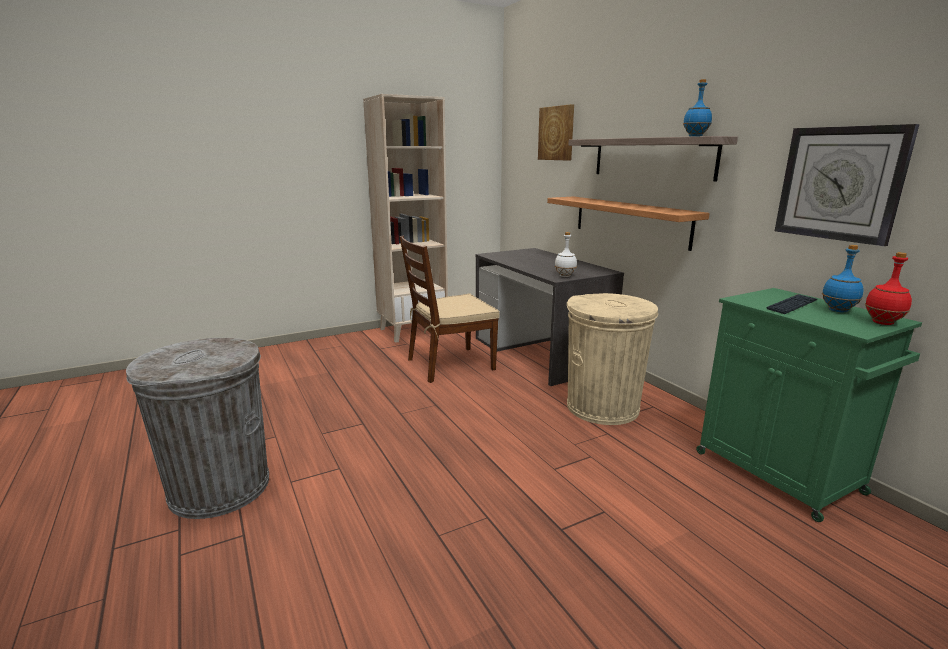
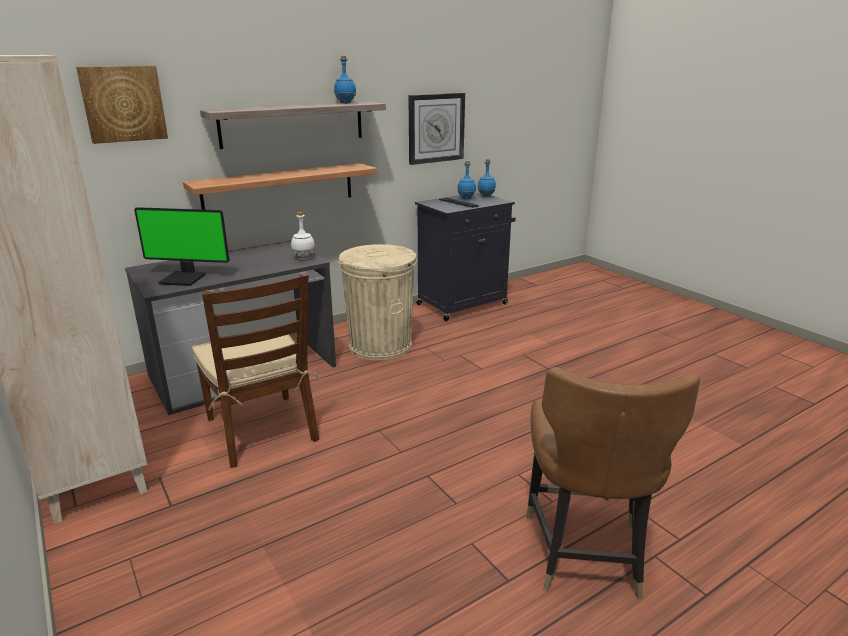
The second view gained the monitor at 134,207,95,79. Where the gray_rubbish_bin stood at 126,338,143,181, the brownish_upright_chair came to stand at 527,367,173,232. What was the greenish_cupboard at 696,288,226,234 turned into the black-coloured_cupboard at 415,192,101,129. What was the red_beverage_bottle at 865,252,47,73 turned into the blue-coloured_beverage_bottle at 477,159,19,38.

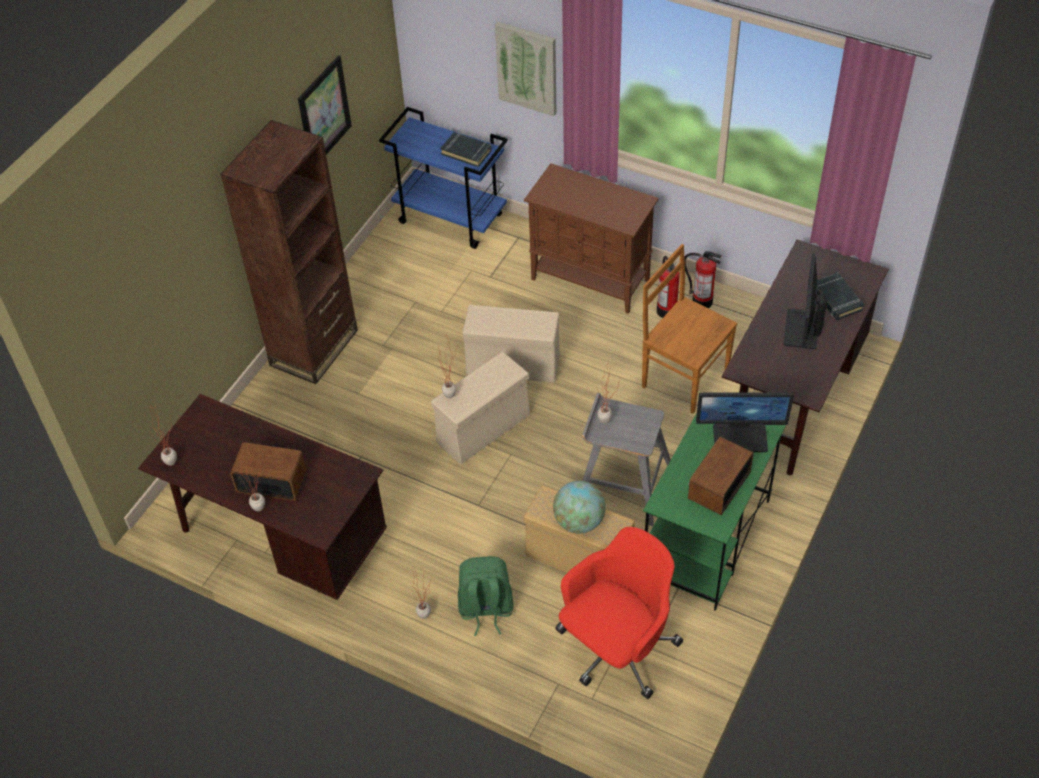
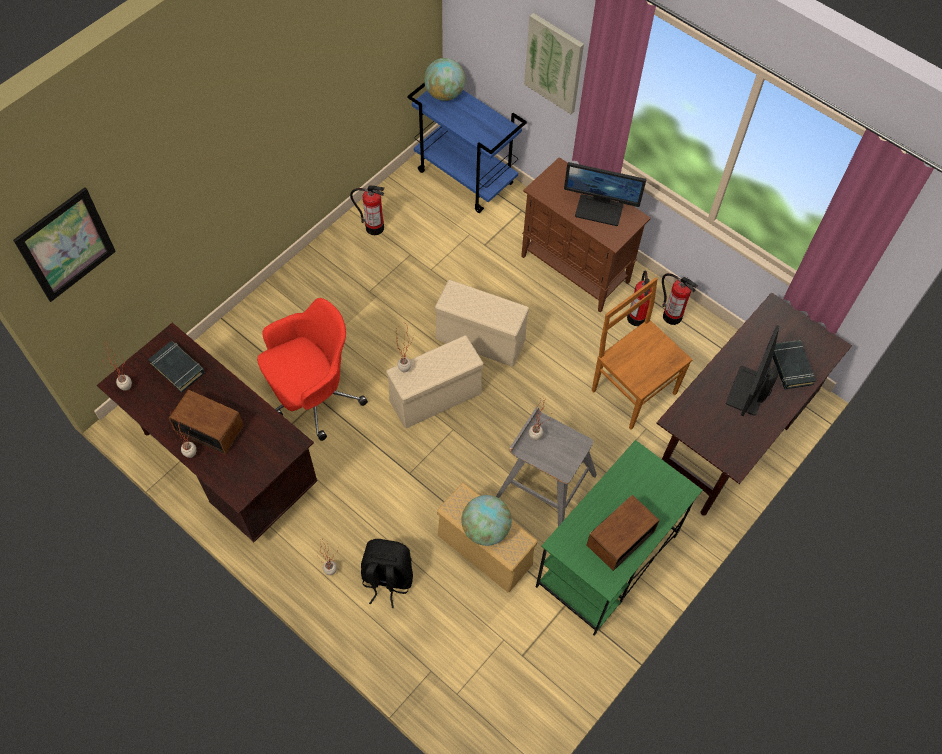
The second view lost the brownish_shelving_unit at 220,120,138,264. The second view gained the fire_extinguisher at 350,185,34,50. The second view gained the globe at 424,58,41,43. The wall_picture ended up elsewhere, having gone from 298,55,54,100 to 13,187,103,115. The black-coloured_volume ended up elsewhere, having gone from 440,132,52,35 to 148,341,57,52. The red_office_chair ended up elsewhere, having gone from 555,527,128,172 to 257,298,111,143. The monitor ended up elsewhere, having gone from 696,392,98,60 to 564,162,82,64. What was the greenish_knapsack at 458,556,56,80 turned into the black-coloured_knapsack at 361,539,52,69.

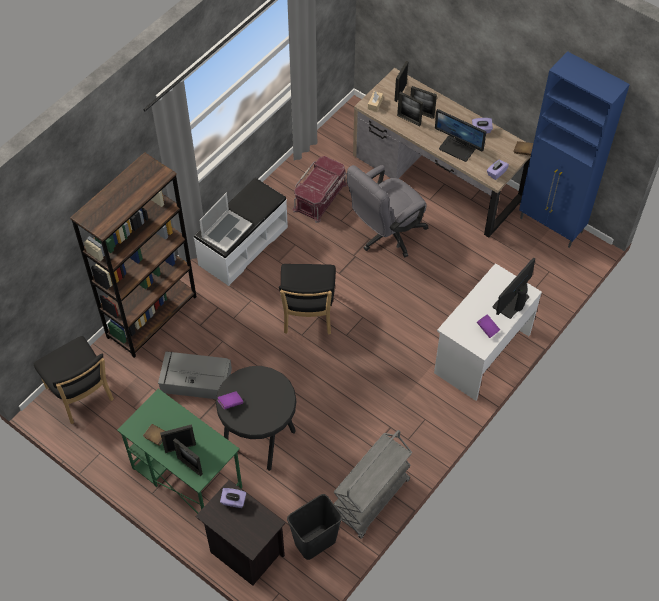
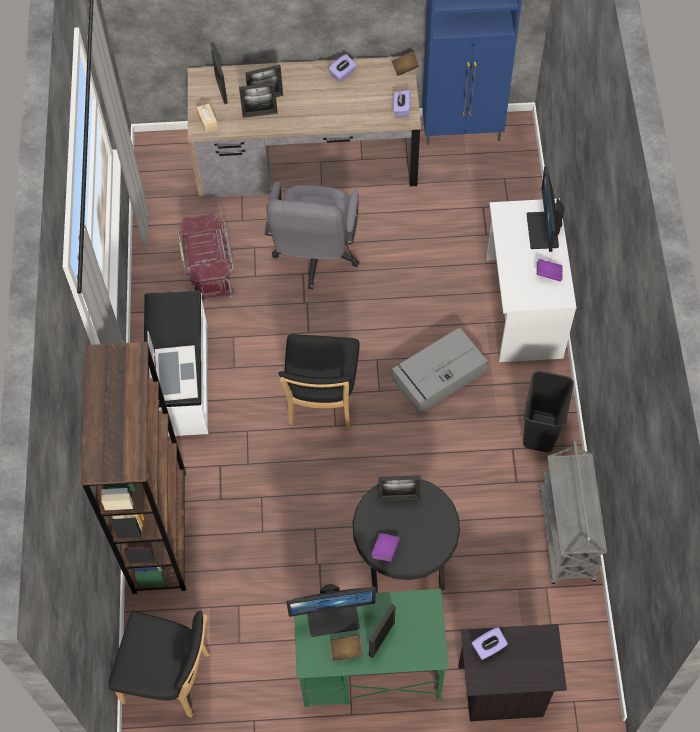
The gray_storage_container ended up elsewhere, having gone from 158,351,74,48 to 392,328,96,86. The standing_frame ended up elsewhere, having gone from 173,438,30,39 to 378,475,43,26. The black-coloured_rubbish_bin ended up elsewhere, having gone from 287,494,55,66 to 523,371,51,81. The monitor ended up elsewhere, having gone from 435,109,51,53 to 286,584,90,53. The black-coloured_upright_chair at 279,264,57,71 ended up facing another way, 45 degrees clockwise from before.

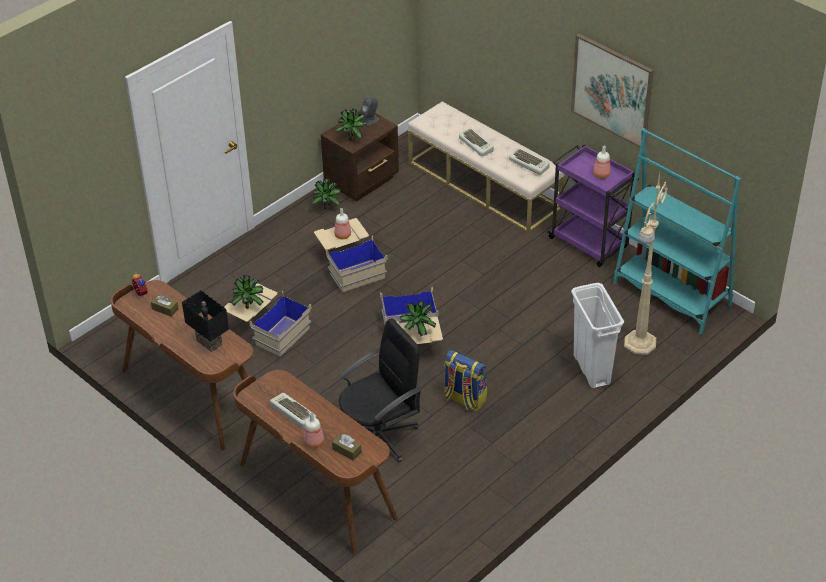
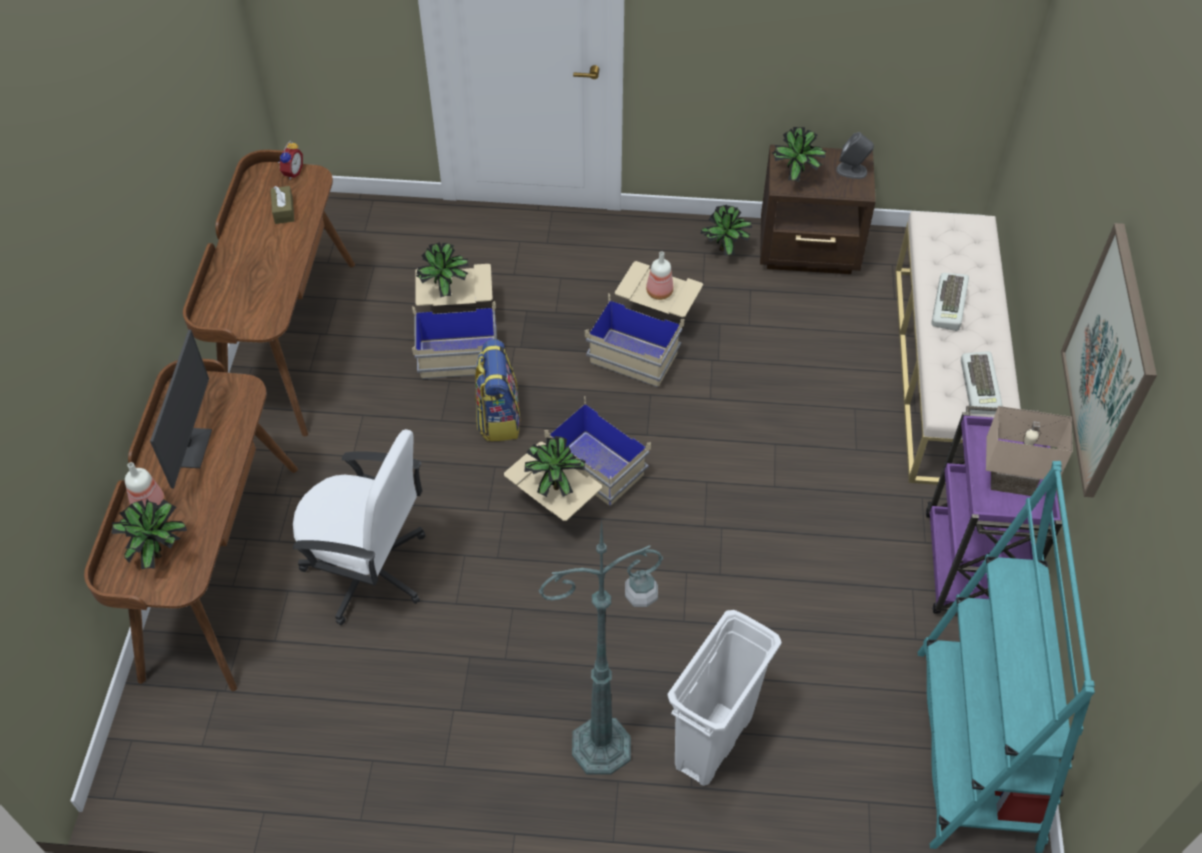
The second view lost the black-coloured_tabletop_lamp at 182,290,47,62. The second view lost the sand-coloured_standing_lamp at 624,173,44,182. The second view gained the greenish_standing_lamp at 539,518,124,257. The knapsack ended up elsewhere, having gone from 444,350,43,62 to 475,339,46,103. Where the keyboard stood at 270,393,46,36, the monitor came to stand at 150,330,62,158. Where the brownish_tissue_holder stood at 332,434,30,27, the potted_plant came to stand at 111,499,76,70. Where the beverage_bottle stood at 593,146,18,33, the sand-coloured_tabletop_lamp came to stand at 986,406,87,90. What was the black-coloured_office_chair at 339,318,83,144 turned into the white-coloured_office_chair at 293,429,132,196.

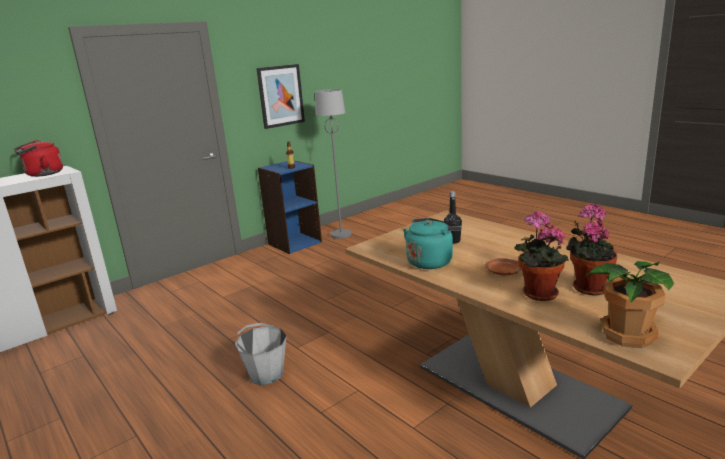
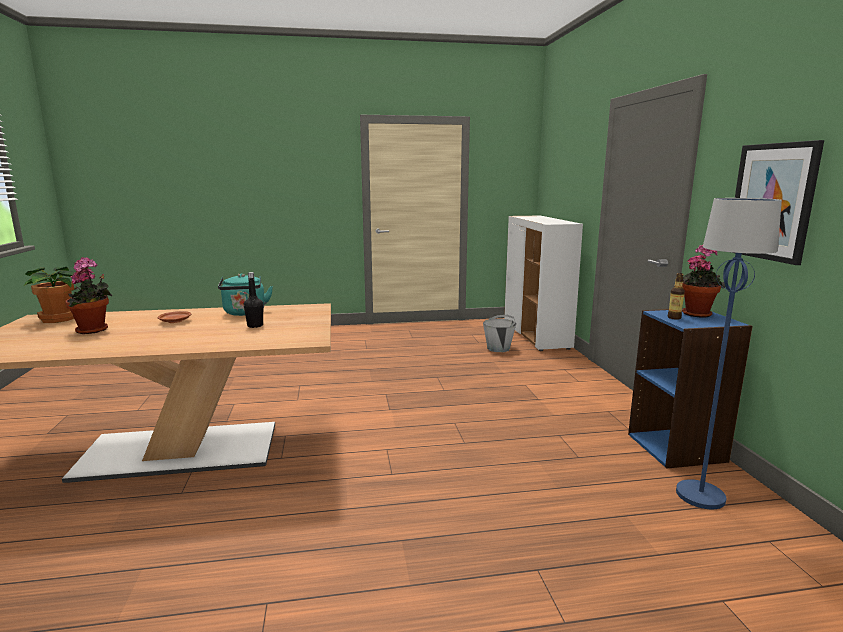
The second view lost the red_water_kettle at 14,140,49,37. The gray_water_bucket ended up elsewhere, having gone from 235,323,52,62 to 483,315,33,37. The potted_plant ended up elsewhere, having gone from 514,211,55,90 to 682,245,43,73. What was the gray_standing_lamp at 315,89,37,150 turned into the blue-coloured_standing_lamp at 676,198,106,311.

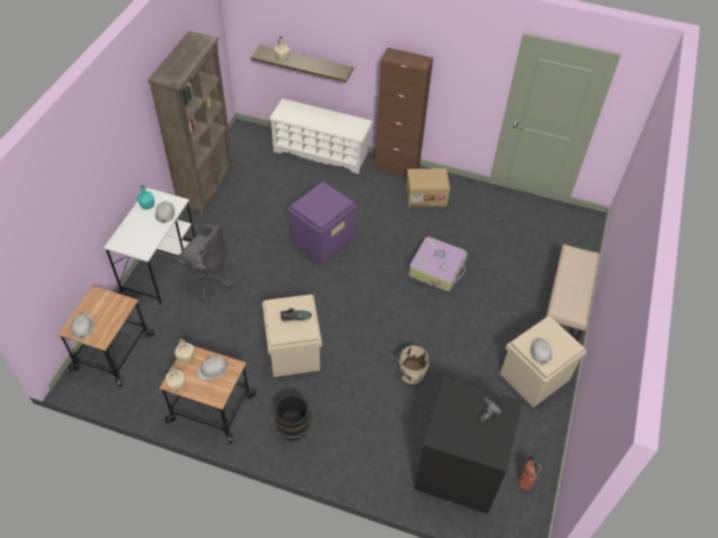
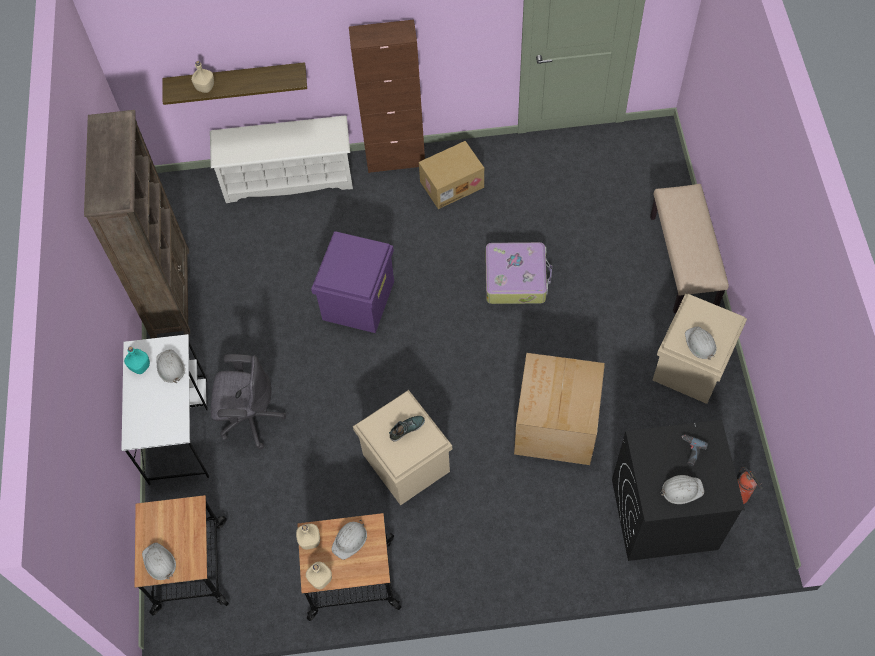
The second view lost the black-coloured_water_bucket at 271,394,44,47. The second view gained the white-coloured_work_helmet at 661,475,43,29. Where the sand-coloured_water_bucket stood at 396,345,33,39, the cardboard_box came to stand at 514,353,91,112.

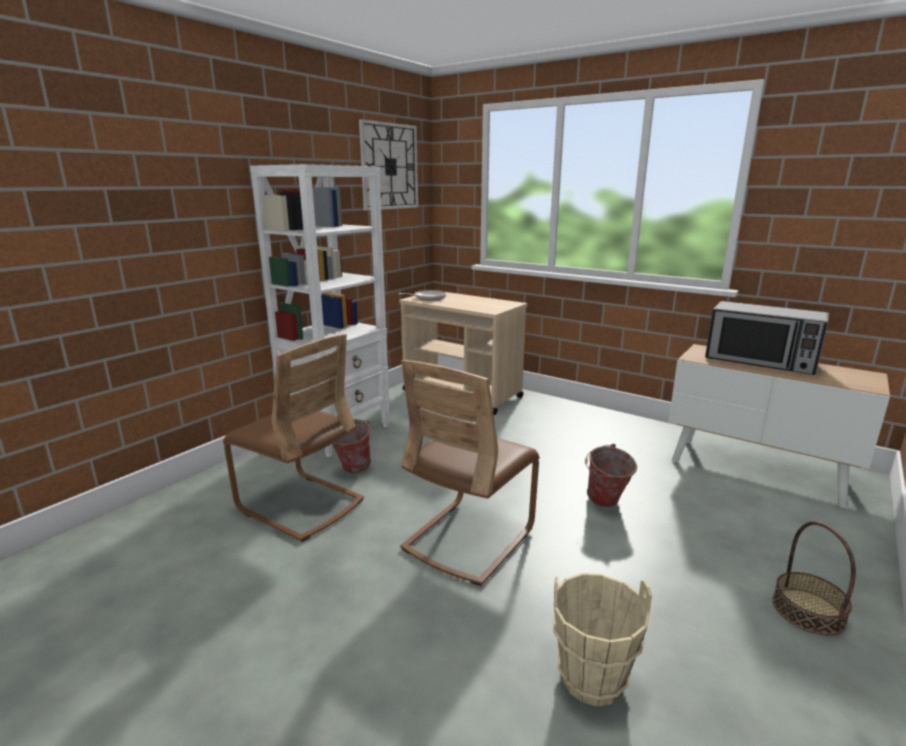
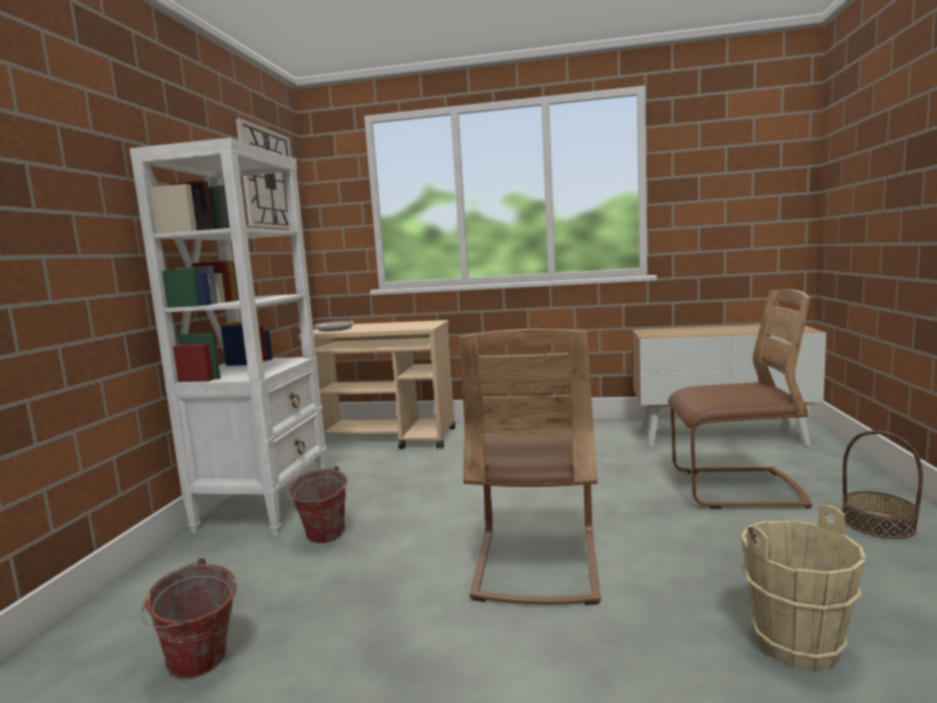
The second view lost the kitchen_microwave at 705,301,124,74. The brownish_upright_chair ended up elsewhere, having gone from 223,334,141,208 to 668,289,144,220. The water_bucket ended up elsewhere, having gone from 585,444,52,63 to 141,558,96,120.

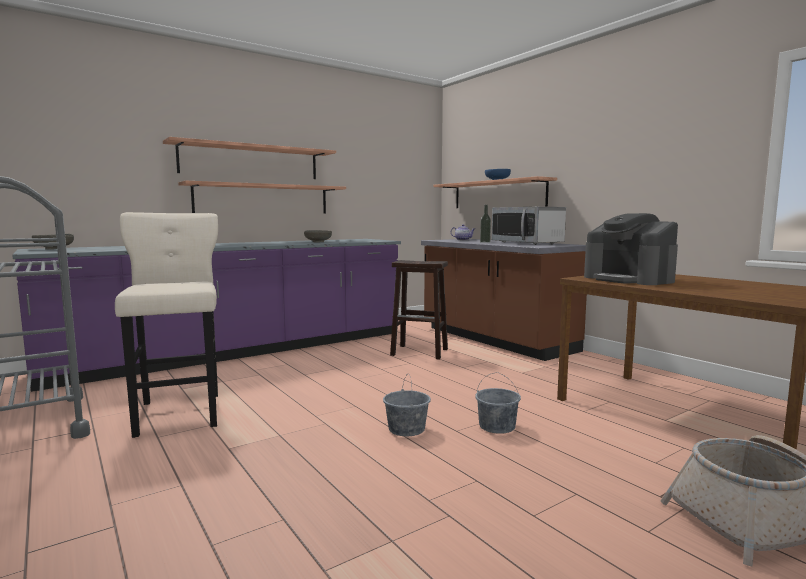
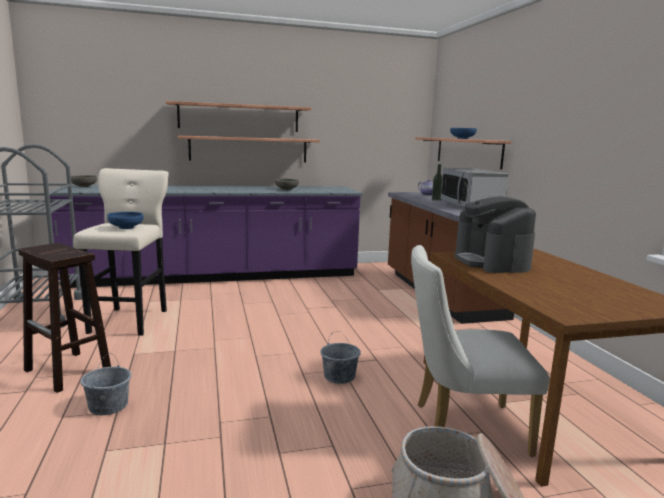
The second view gained the blue-coloured_bowl at 107,212,36,17. The second view gained the white-coloured_upright_chair at 411,245,138,212. The gray_water_bucket ended up elsewhere, having gone from 383,374,48,62 to 80,353,51,62. The brownish_sitting_stool ended up elsewhere, having gone from 390,260,58,100 to 19,243,92,150.

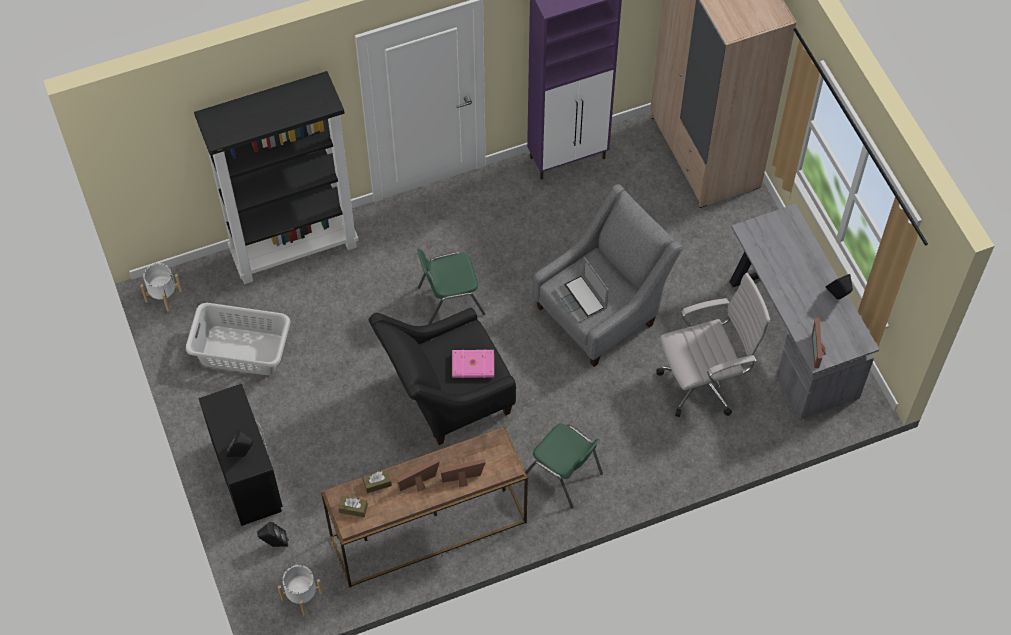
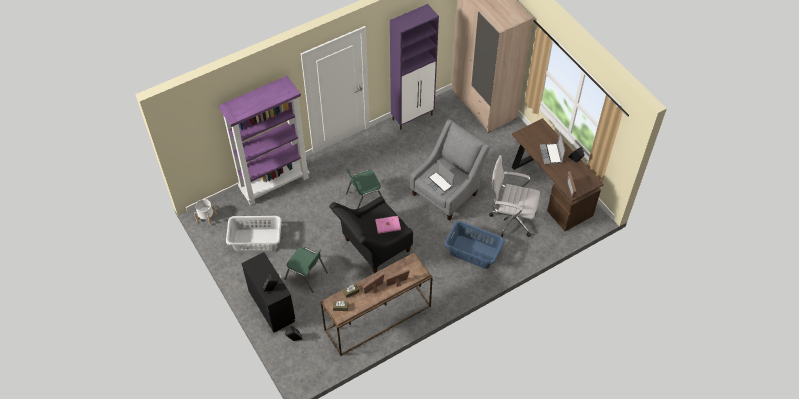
The second view lost the white-coloured_flower_pot at 278,564,45,52. The second view gained the blue-coloured_hamper at 445,221,60,48. The second view gained the laptop at 540,132,25,33. The greenish_upright_chair ended up elsewhere, having gone from 525,423,78,86 to 284,247,44,46. What was the black-coloured_shelving_unit at 194,71,165,213 turned into the purple_shelving_unit at 218,76,92,130. What was the gray_desk_unit at 729,204,150,216 turned into the brownish_desk_unit at 512,118,92,113. The white-coloured_office_chair at 656,273,114,144 ended up facing another way, 135 degrees counterclockwise from before.

